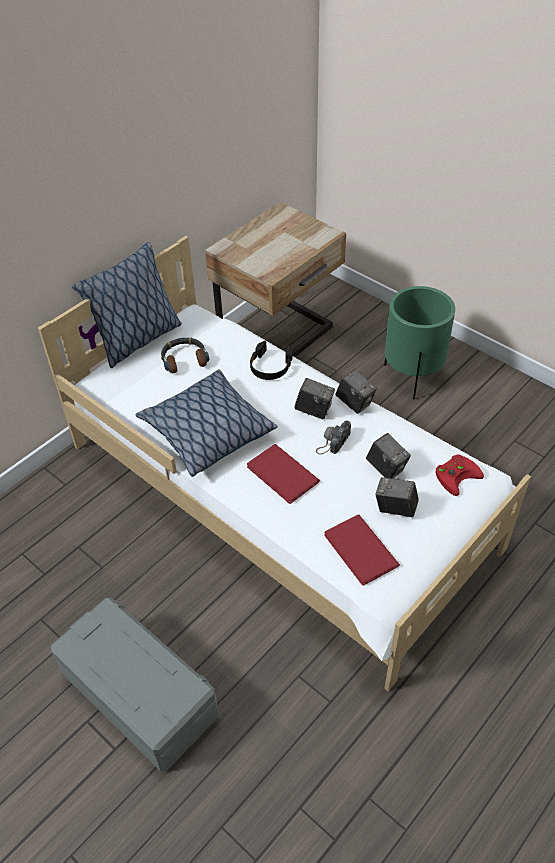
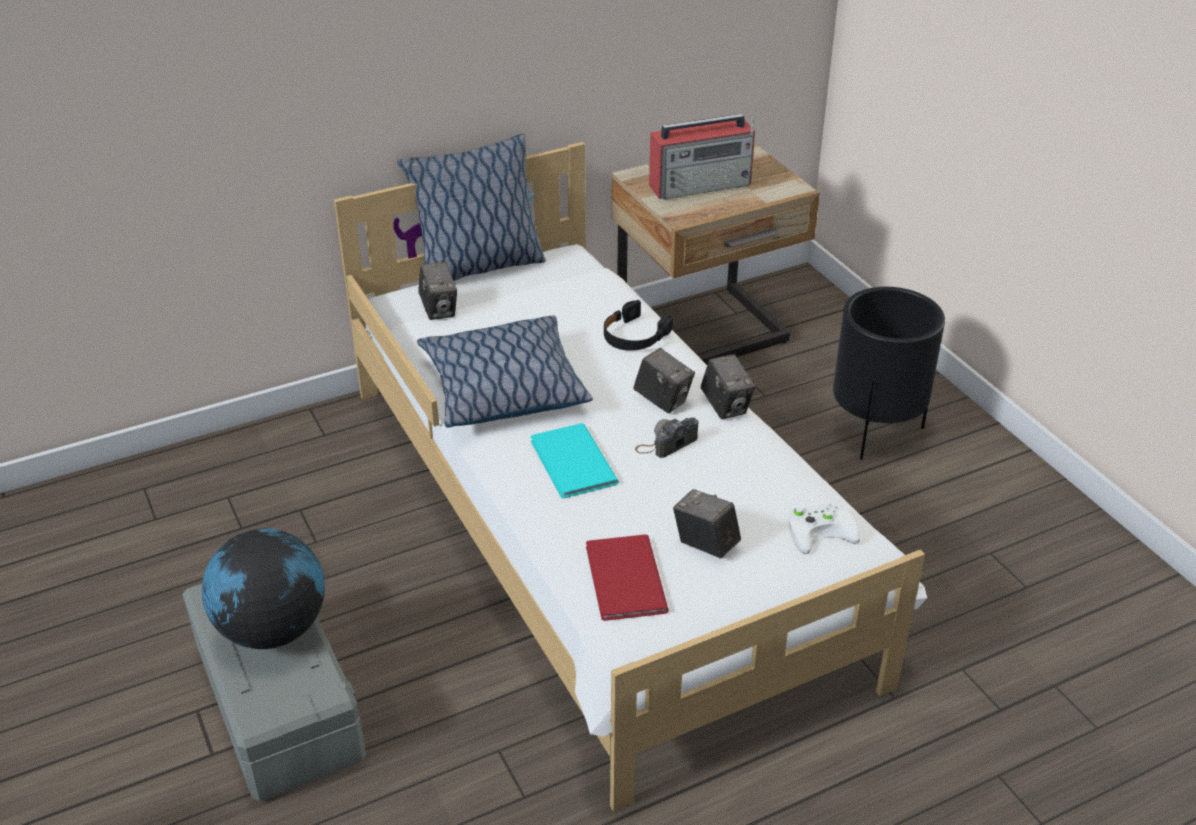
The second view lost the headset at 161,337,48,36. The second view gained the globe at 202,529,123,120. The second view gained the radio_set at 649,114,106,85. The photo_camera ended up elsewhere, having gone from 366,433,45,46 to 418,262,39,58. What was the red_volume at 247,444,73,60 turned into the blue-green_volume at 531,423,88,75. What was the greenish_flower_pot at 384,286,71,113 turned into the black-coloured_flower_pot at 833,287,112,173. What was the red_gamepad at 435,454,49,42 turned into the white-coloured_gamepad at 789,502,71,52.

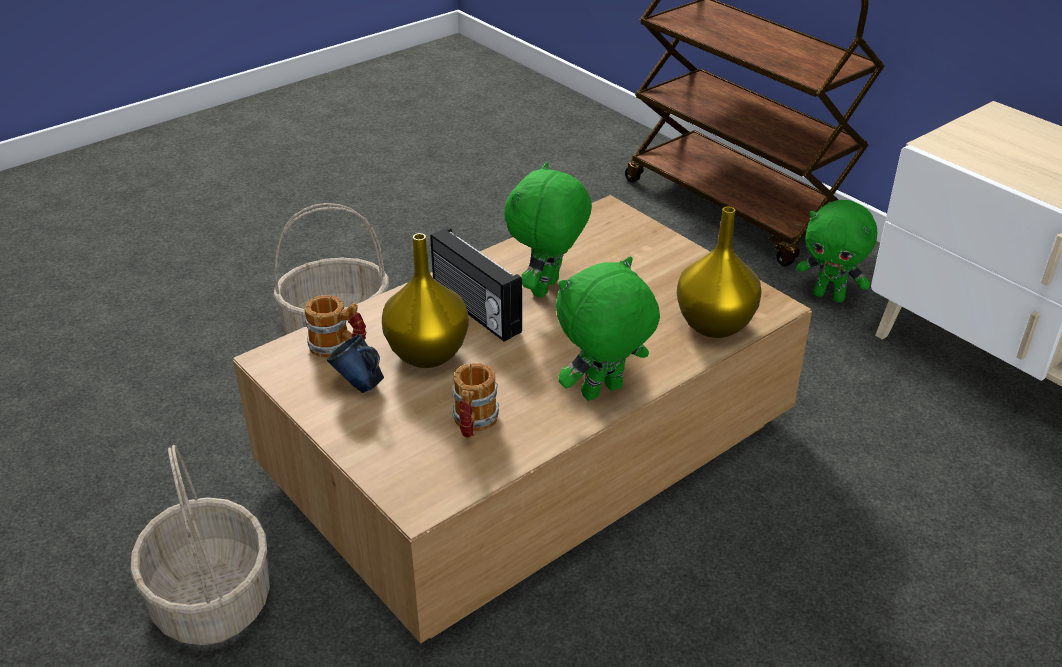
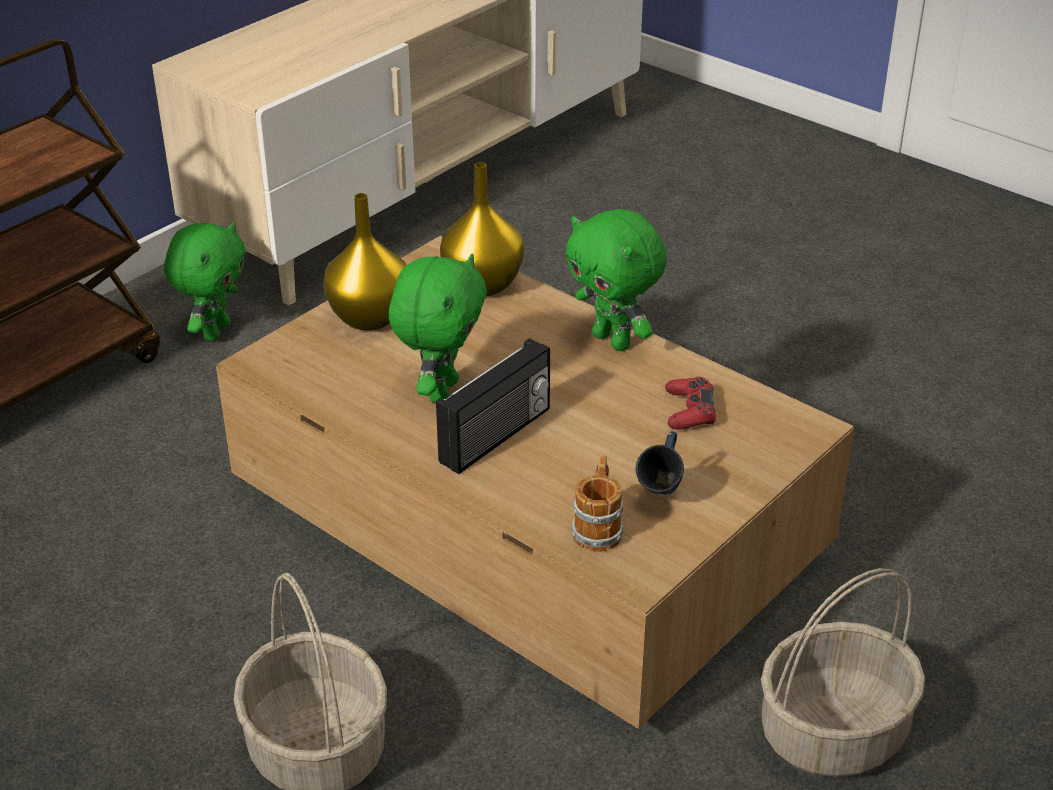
The yellow-coloured_decorative_vase ended up elsewhere, having gone from 382,233,87,135 to 323,193,84,138. Where the mug stood at 452,363,47,76, the red_gamepad came to stand at 665,377,51,53. The greenish_plush_toy at 504,162,88,136 ended up facing another way, 90 degrees counterclockwise from before.

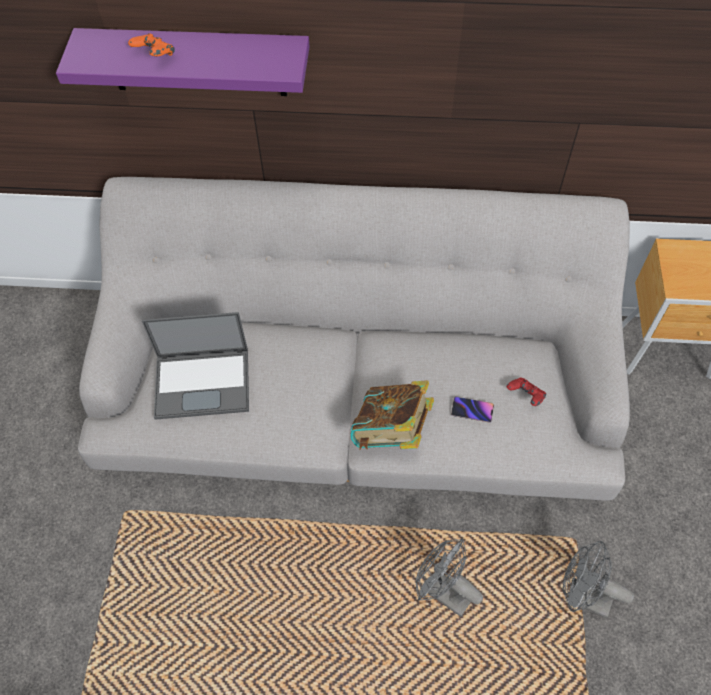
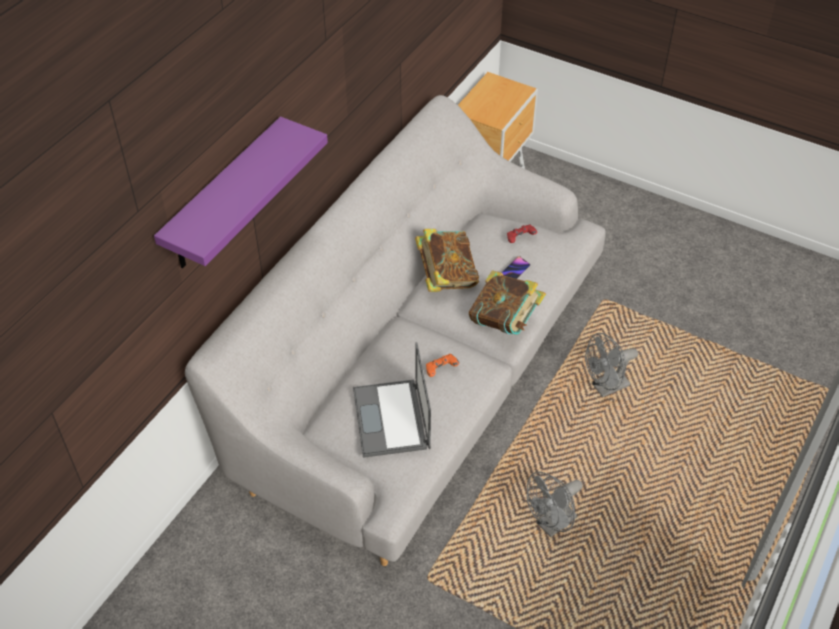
The second view gained the volume at 415,229,64,63. The orange_gamepad ended up elsewhere, having gone from 128,33,47,24 to 426,354,33,23. The gray_electric_fan ended up elsewhere, having gone from 563,541,71,77 to 527,472,56,65. The laptop at 142,312,107,108 ended up facing another way, 150 degrees clockwise from before.

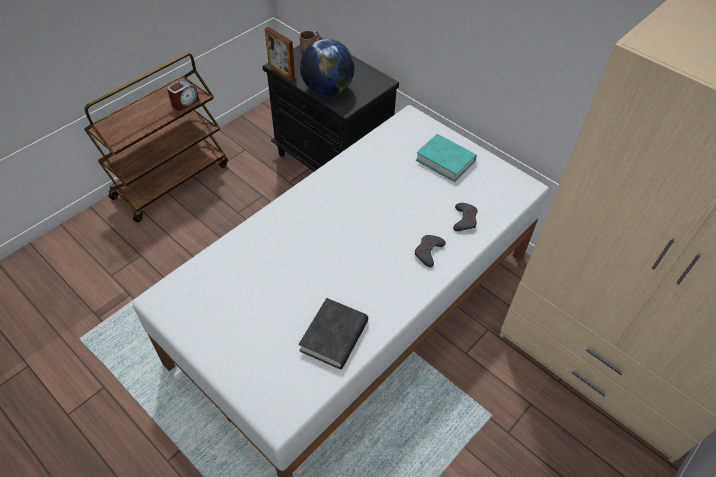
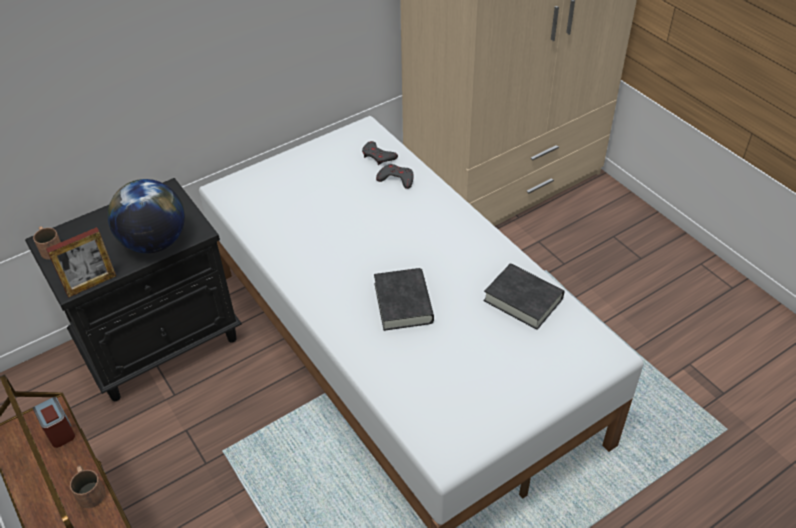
The second view lost the blue-green_volume at 416,134,61,48. The second view gained the brownish_mug at 70,466,36,42. The second view gained the black-coloured_volume at 374,268,60,63. The gray_gamepad ended up elsewhere, having gone from 415,235,31,32 to 362,141,36,24.

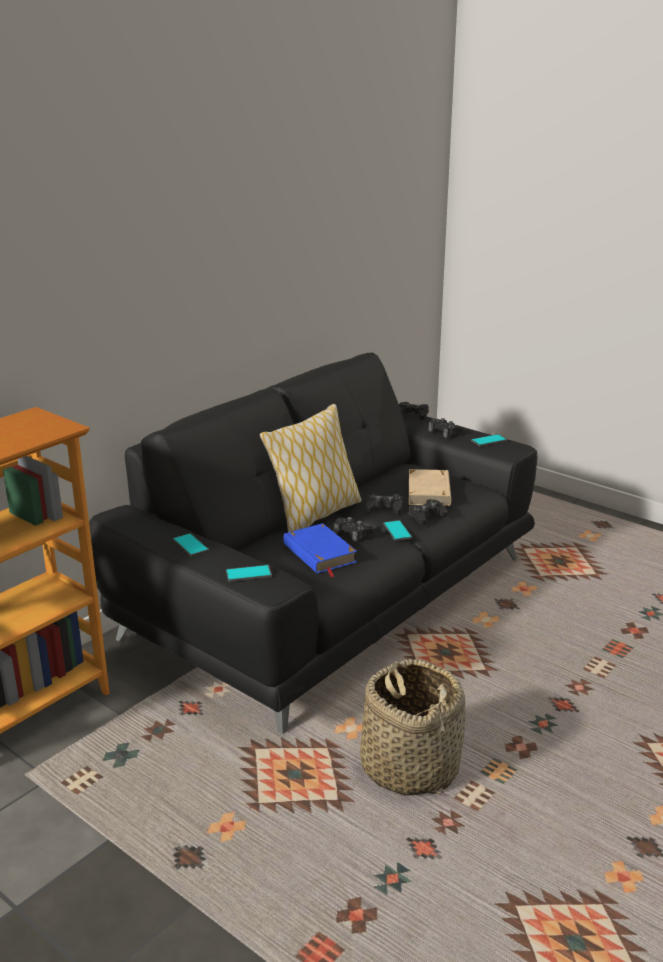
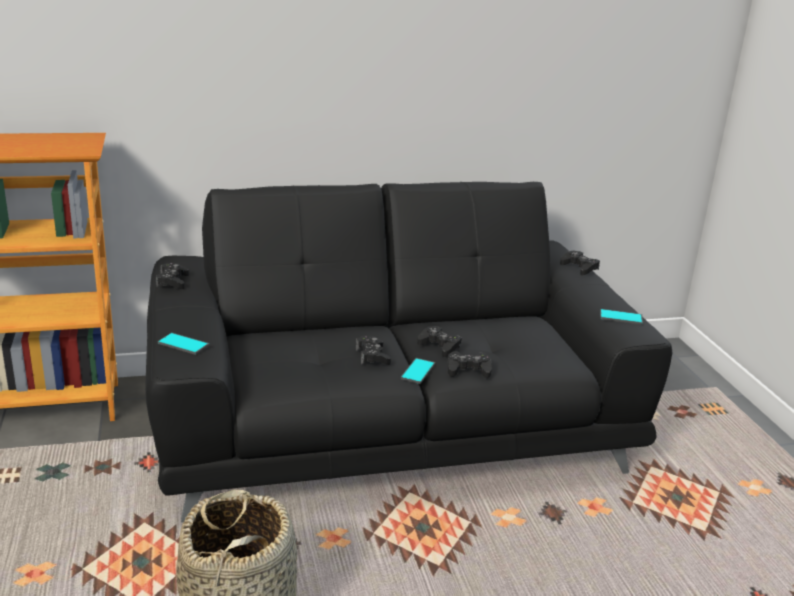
The second view lost the telephone at 173,533,36,24. The second view lost the cushion at 260,404,102,128. The second view lost the blue-coloured_volume at 283,523,74,54. The second view lost the sand-coloured_volume at 409,469,42,37. The black-coloured_gamepad ended up elsewhere, having gone from 428,418,35,20 to 156,263,33,26.

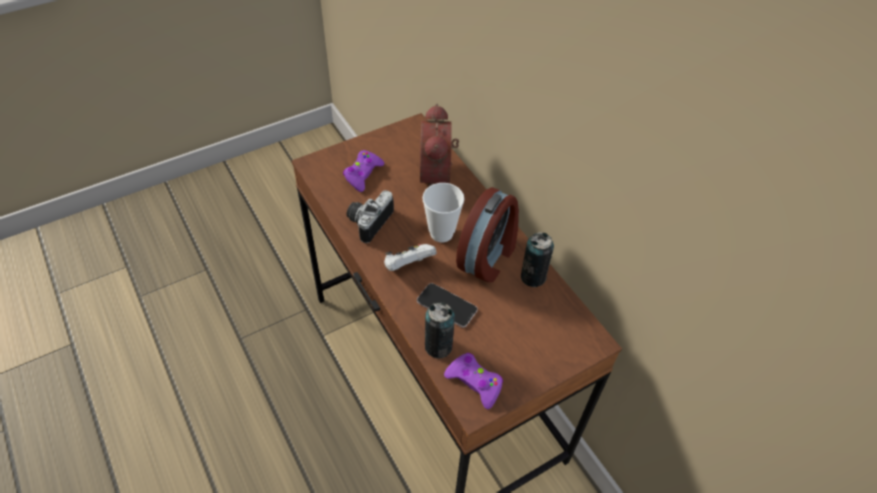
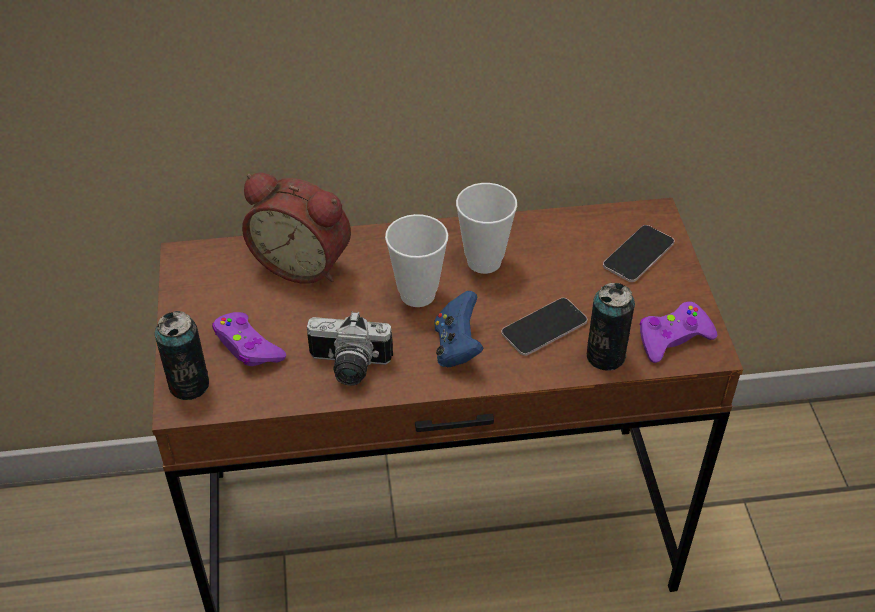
The second view gained the telephone at 603,225,71,57. The can ended up elsewhere, having gone from 521,232,33,55 to 155,311,54,89. Where the bedside_clock stood at 456,187,63,95, the cup came to stand at 456,183,61,91. What was the white-coloured_gamepad at 384,244,53,27 turned into the blue-coloured_gamepad at 434,291,50,76. The photo_camera at 347,190,47,53 ended up facing another way, 45 degrees counterclockwise from before.

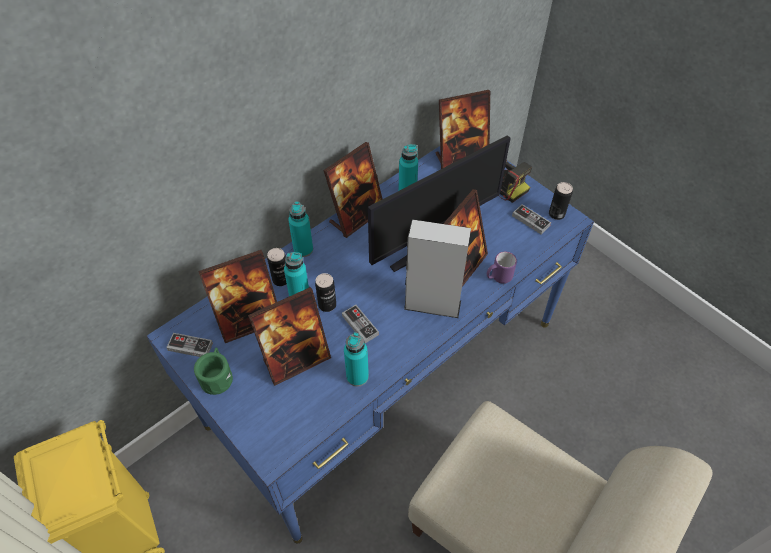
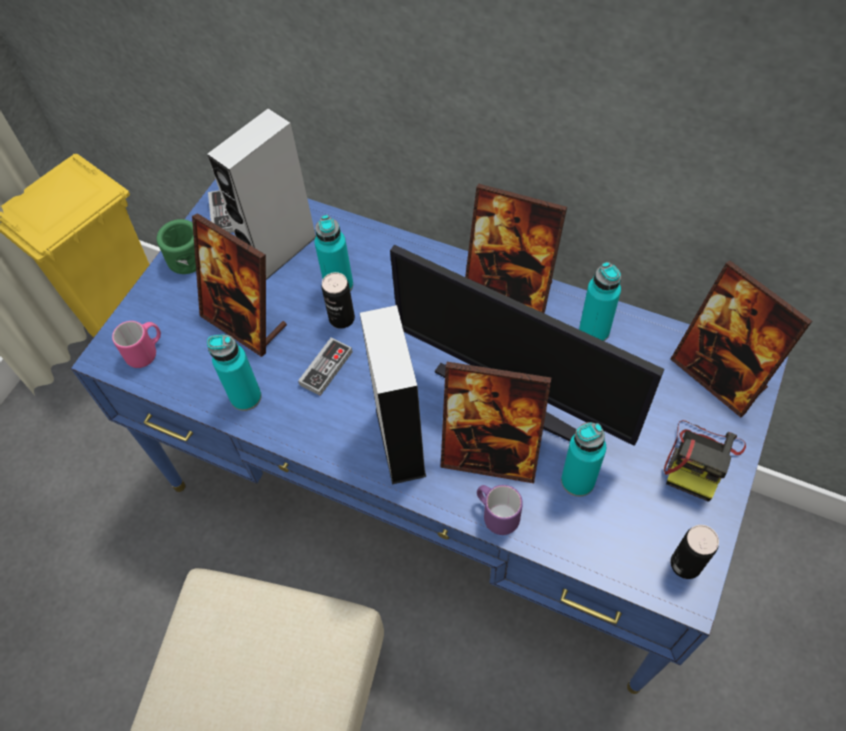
The second view lost the can at 267,248,20,38. The second view lost the gamepad at 512,204,39,30. The second view gained the pinkish_mug at 112,321,49,47. The blue-green_beverage_bottle ended up elsewhere, having gone from 288,202,25,55 to 561,422,45,75. Where the standing_frame stood at 198,250,79,93, the gray_loudspeaker came to stand at 207,108,109,172.

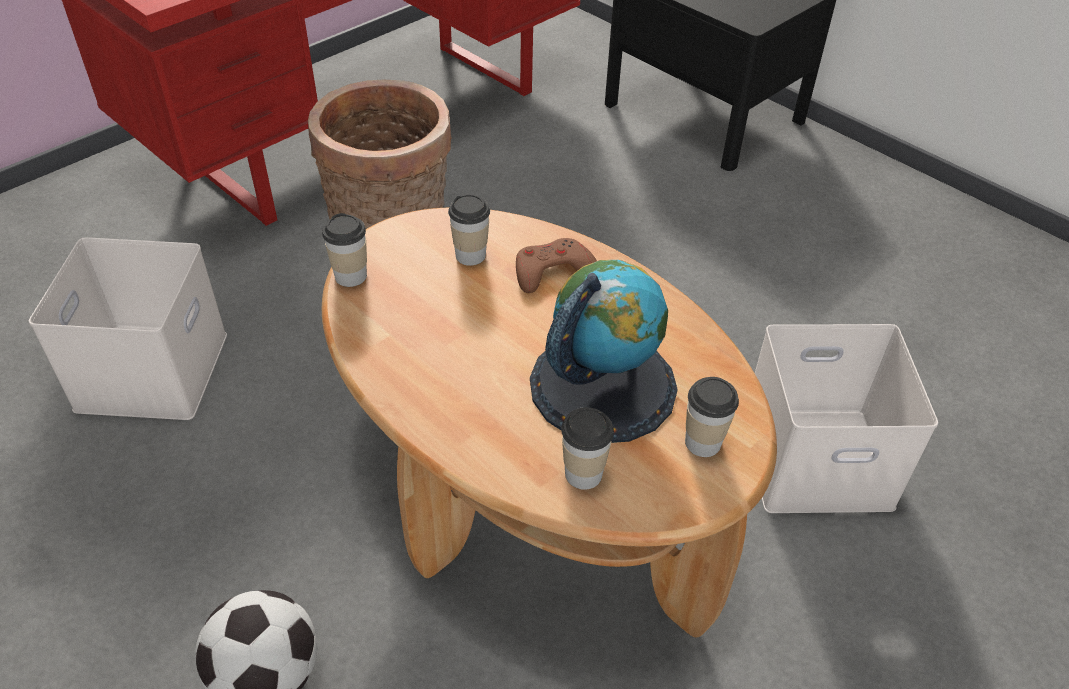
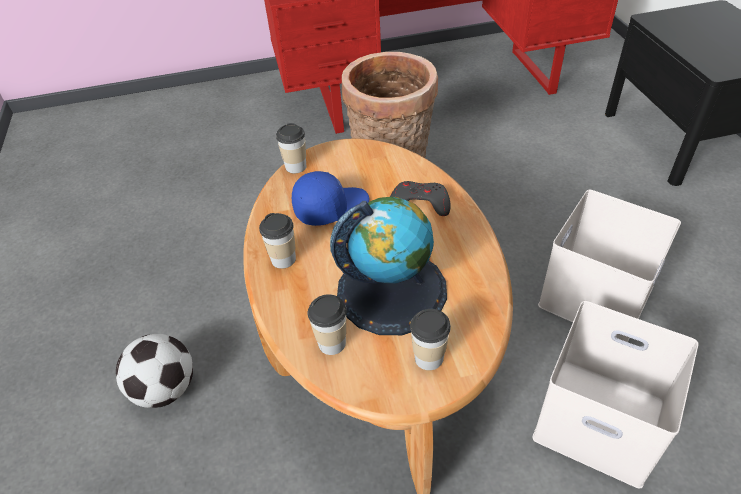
The second view gained the blue-coloured_peaked_cap at 292,171,78,55. The white-coloured_storage_container ended up elsewhere, having gone from 29,237,198,183 to 538,190,143,152. The cup ended up elsewhere, having gone from 448,194,42,72 to 259,213,37,56. What was the brownish_gamepad at 516,238,81,55 turned into the gray_gamepad at 390,181,61,35.

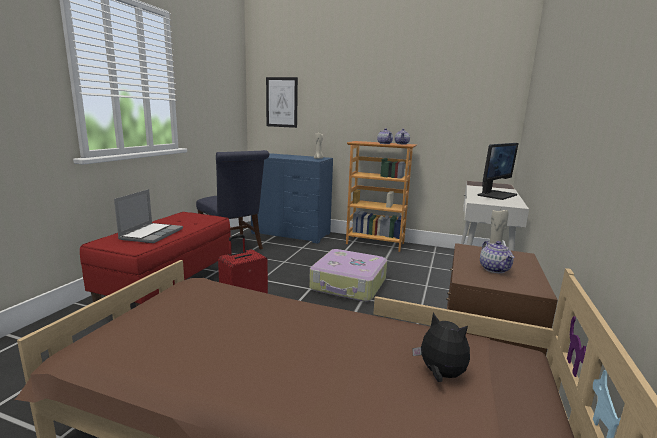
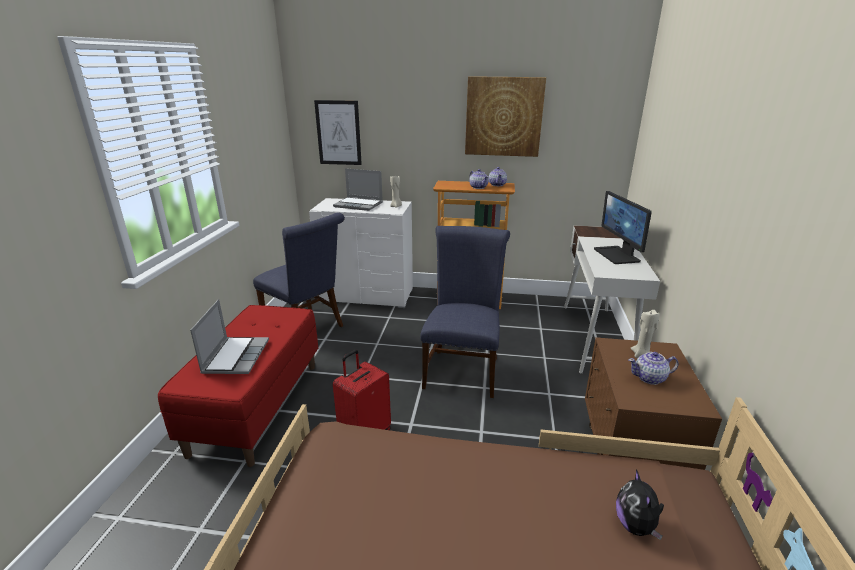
The second view gained the laptop at 333,168,50,43. The second view gained the wall_picture at 465,76,81,81. Where the suitcase stood at 309,249,78,53, the blue-coloured_upright_chair came to stand at 420,226,90,172. What was the blue-coloured_chest_of_drawers at 251,153,82,91 turned into the white-coloured_chest_of_drawers at 309,198,104,110. The plush_toy at 412,312,58,70 ended up facing another way, 120 degrees counterclockwise from before. The monitor at 478,143,40,57 ended up facing another way, 135 degrees clockwise from before. The pot_for_tea at 480,241,34,32 ended up facing another way, 105 degrees clockwise from before.

